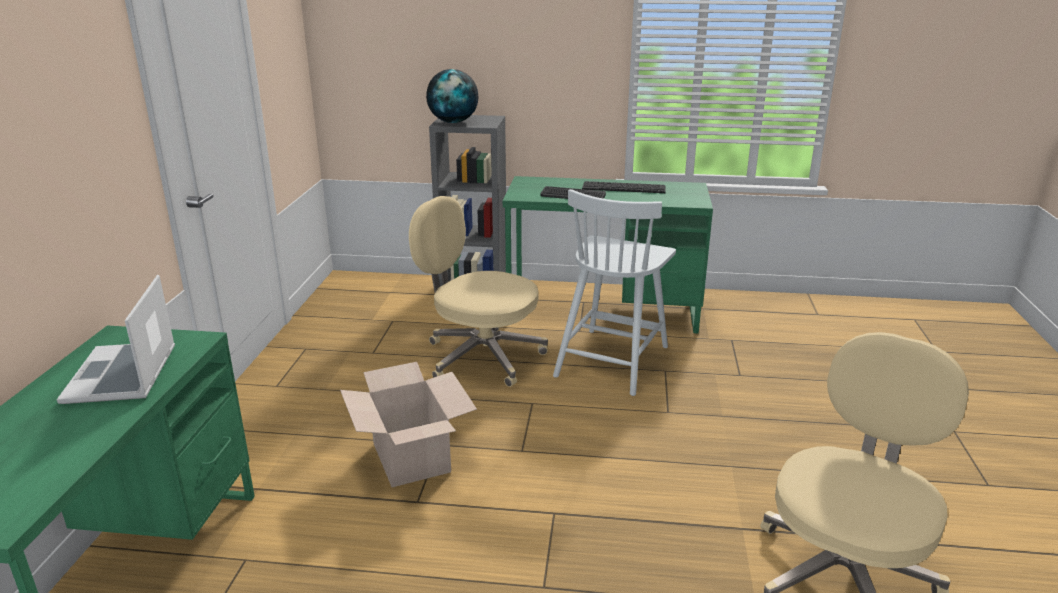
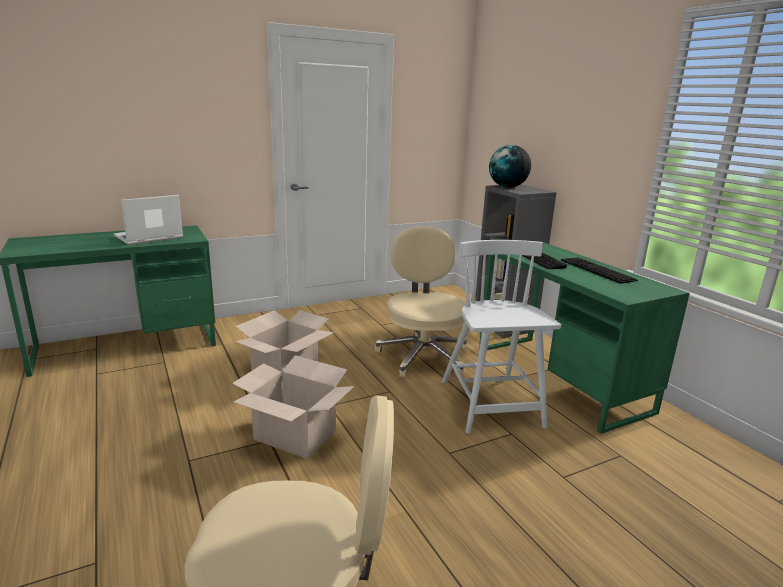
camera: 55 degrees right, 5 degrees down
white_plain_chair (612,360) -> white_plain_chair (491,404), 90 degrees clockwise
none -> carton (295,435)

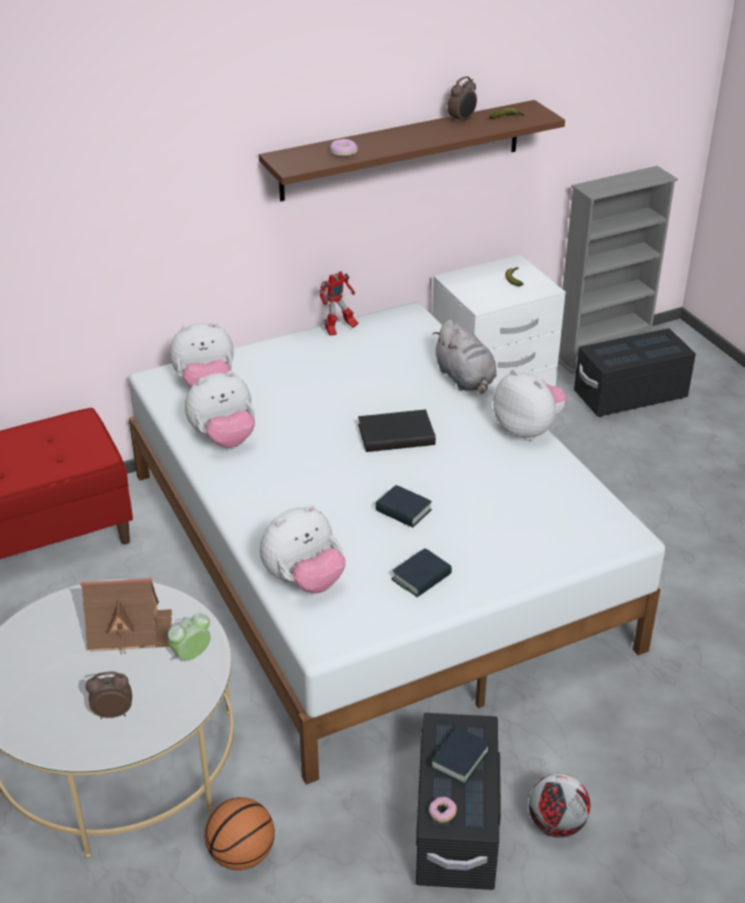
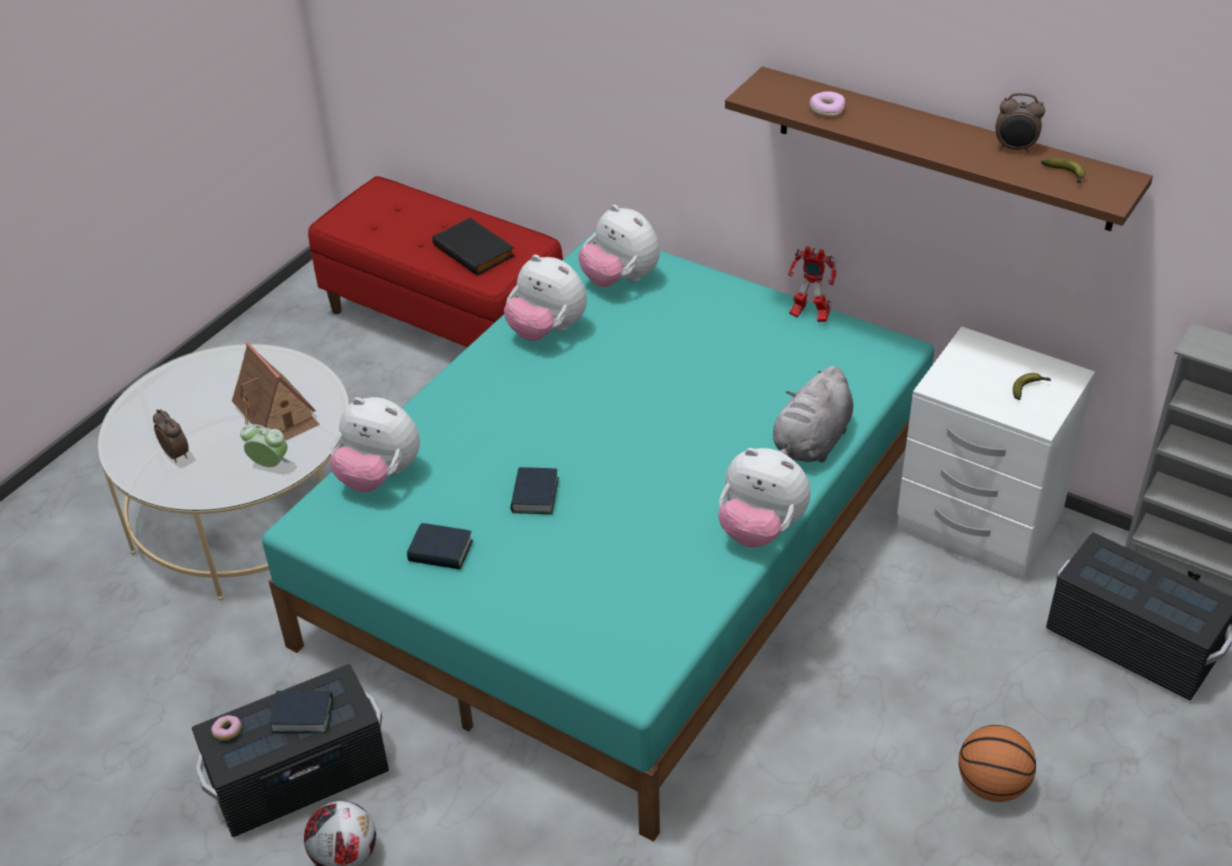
camera: 60 degrees right, 5 degrees up
white_bed (373,556) -> turquoise_bed (622,549)
soft_toy (528,429) -> soft_toy (760,530), 105 degrees clockwise
black-coloured_volume (396,434) -> black-coloured_volume (475,250), moved
basketball_ball (241,854) -> basketball_ball (991,785), moved

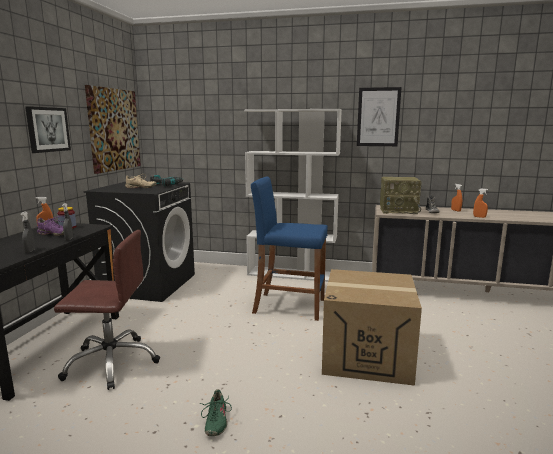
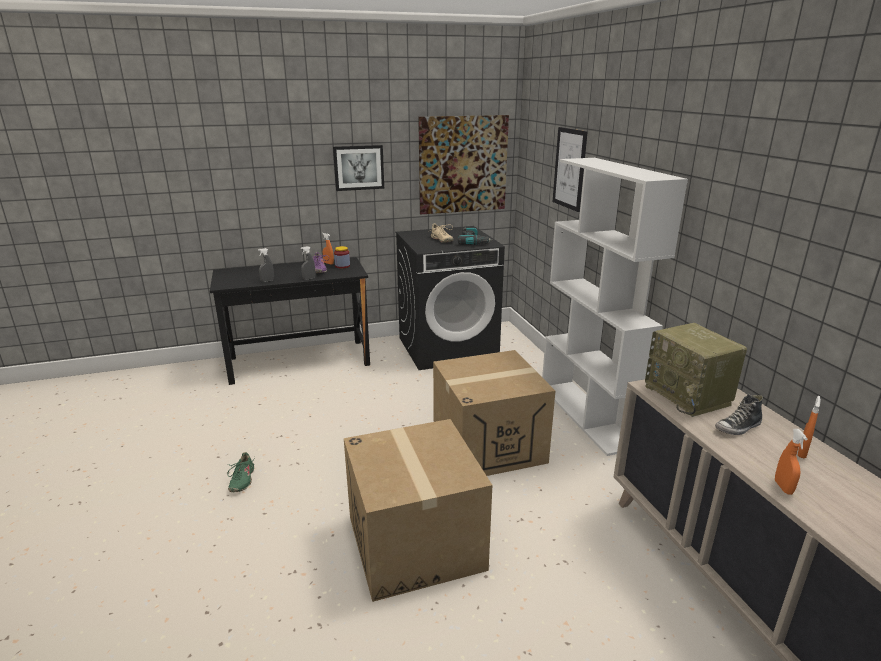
camera: 60 degrees right, 10 degrees up
wall_picture (378,117) -> wall_picture (569,168), moved
blue_stool (289,306) -> carton (488,445)
brown-coloured_office_chair (112,362) -> none
greenish_low_shoe (215,421) -> greenish_low_shoe (242,480), 60 degrees counterclockwise

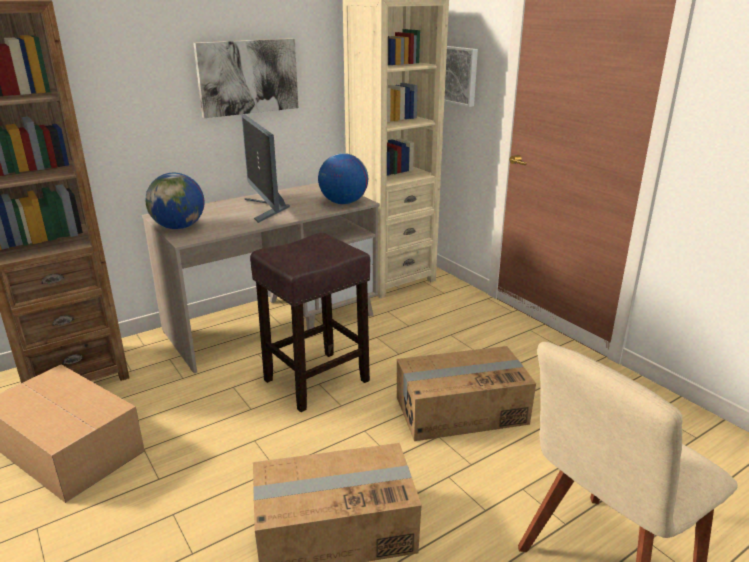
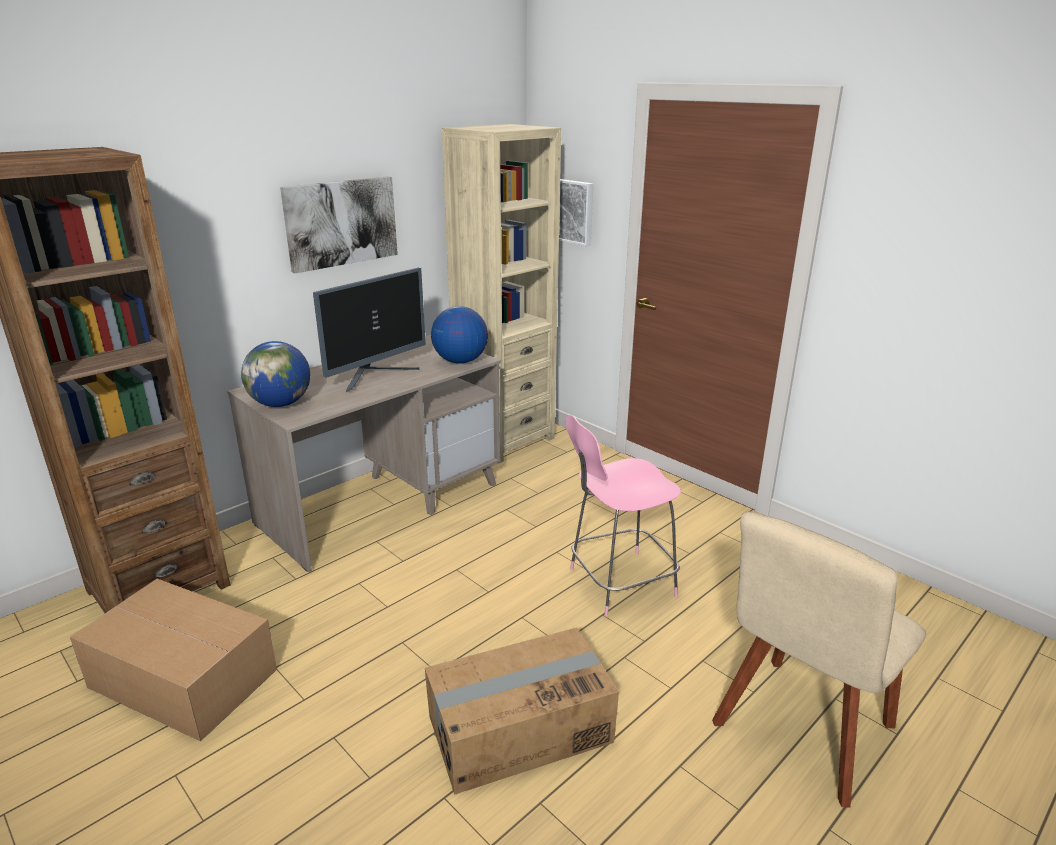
camera: 10 degrees left, 0 degrees up
computer_display (267,209) -> computer_display (375,375), 105 degrees counterclockwise
brown-coloured_stool (315,381) -> none
carton (460,410) -> pinkish_plain_chair (618,583)

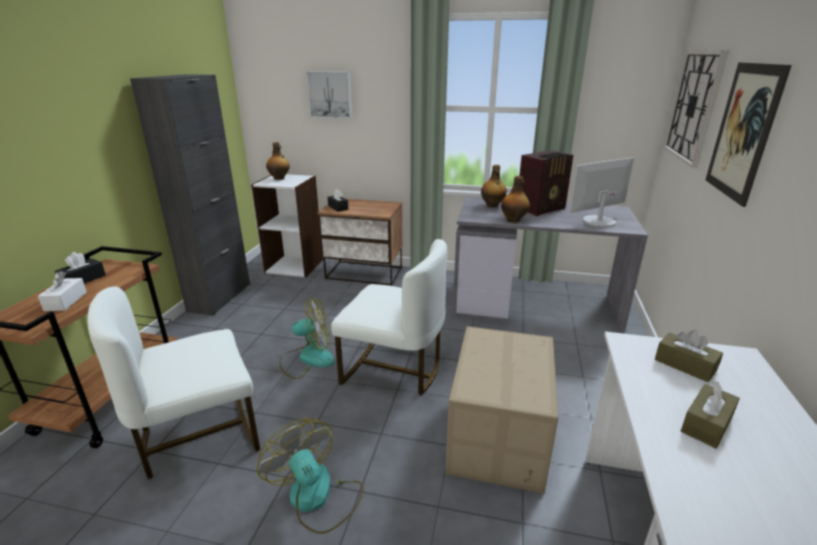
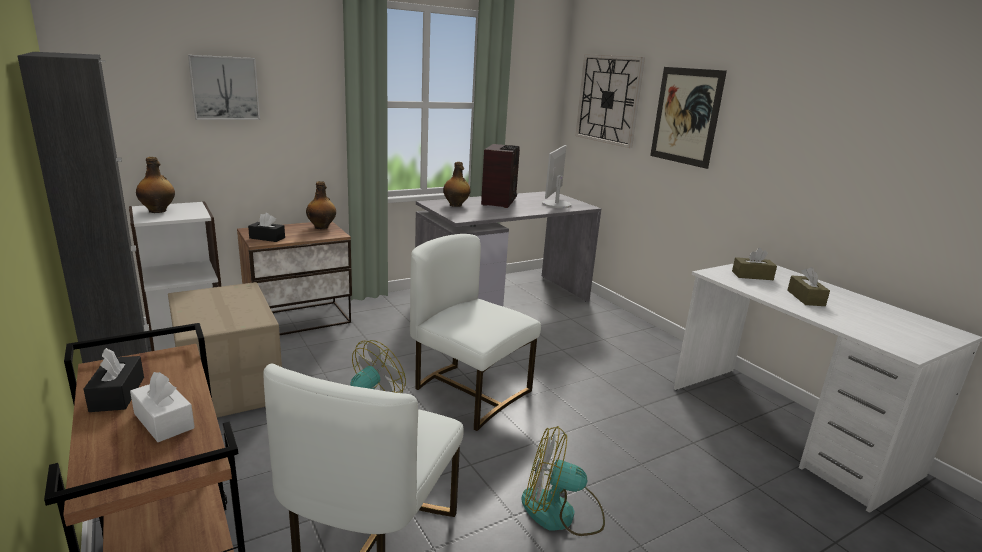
camera: 45 degrees left, 5 degrees down
beverage_bottle (514,220) -> beverage_bottle (322,227), moved
white_plain_chair (393,369) -> white_plain_chair (469,392), 120 degrees counterclockwise
carton (499,437) -> carton (230,384), moved

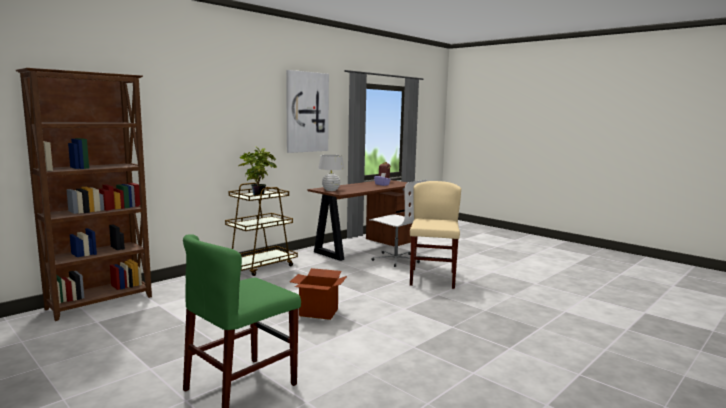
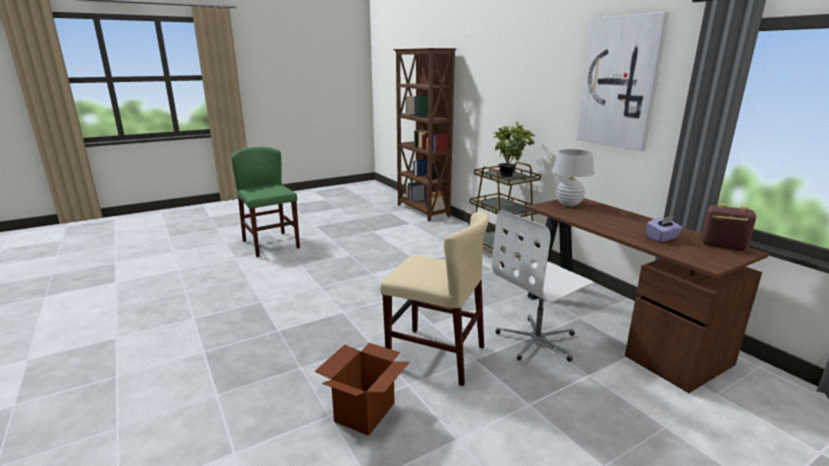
camera: 105 degrees right, 10 degrees up
carton (318,312) -> carton (365,412), moved

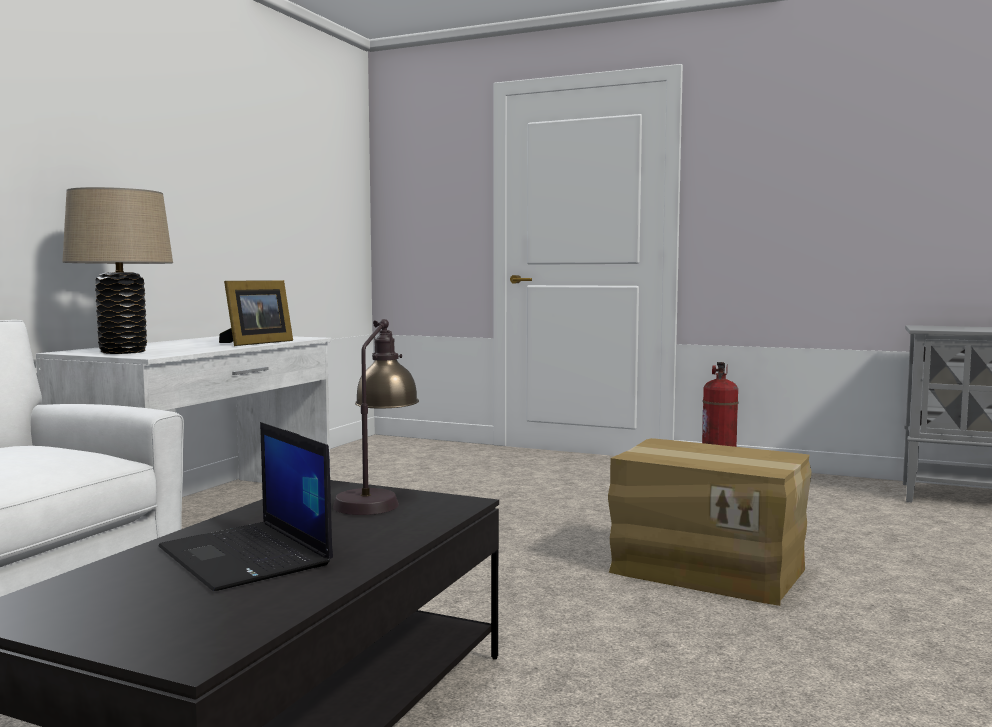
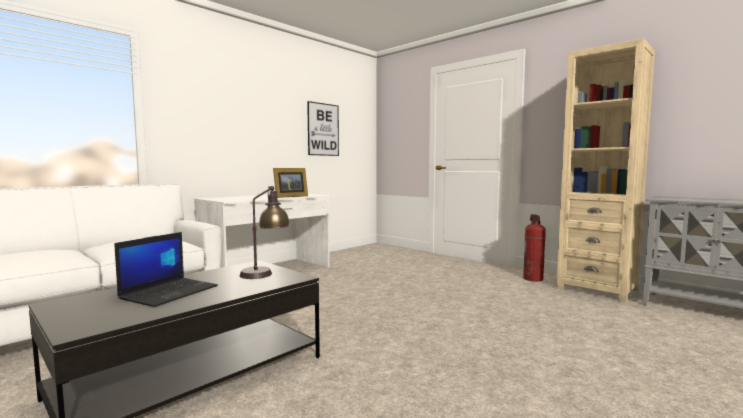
camera: 20 degrees right, 0 degrees up
beige-coloured_tabletop_lamp (123,352) -> none
notebook_computer (247,556) -> notebook_computer (170,292), 135 degrees counterclockwise
carton (708,569) -> none
none -> beige-coloured_shelving_unit (596,289)
none -> wall_picture (323,129)

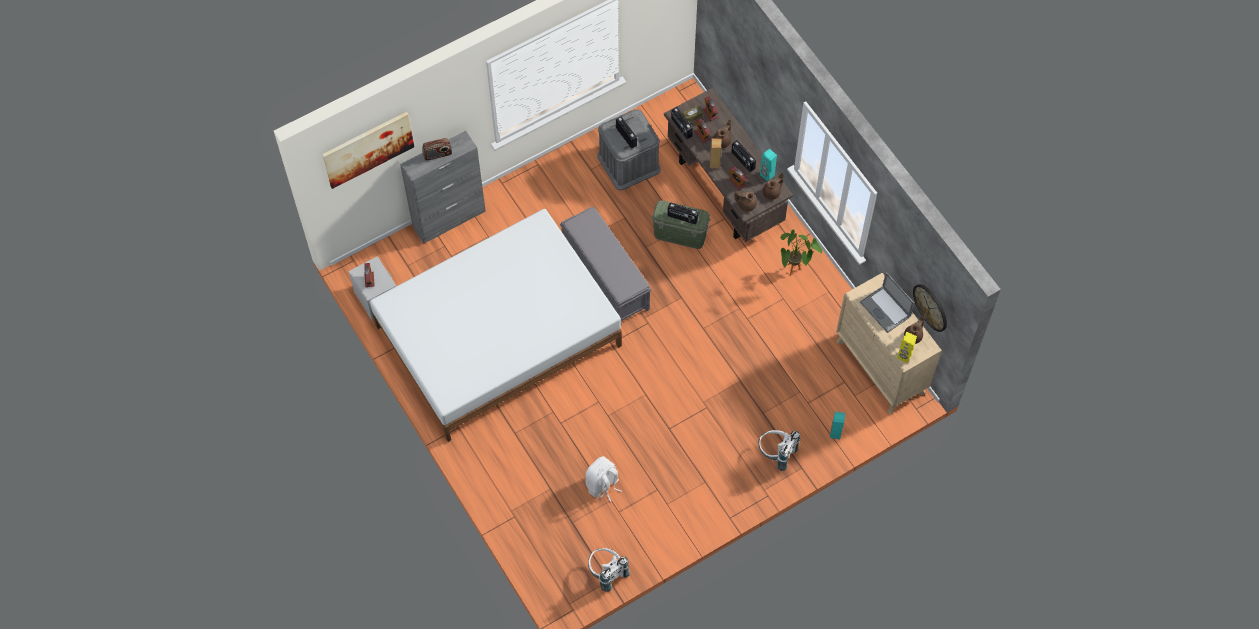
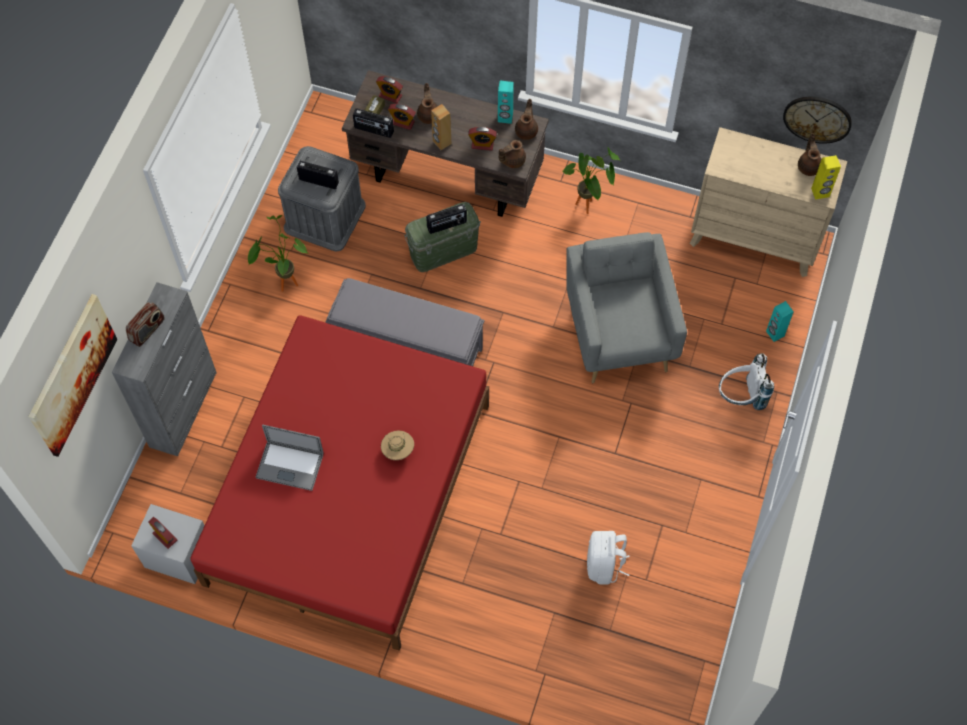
camera: 40 degrees left, 0 degrees up
radio (742,161) -> none
white_bed (497,335) -> reddish_bed (348,493)
notebook_computer (885,309) -> notebook_computer (290,465), moved
white_rucksack (606,573) -> none
none -> plant_in_a_pot (284,283)
none -> gray_easy_chair (619,330)
none -> beige-coloured_hat (398,450)

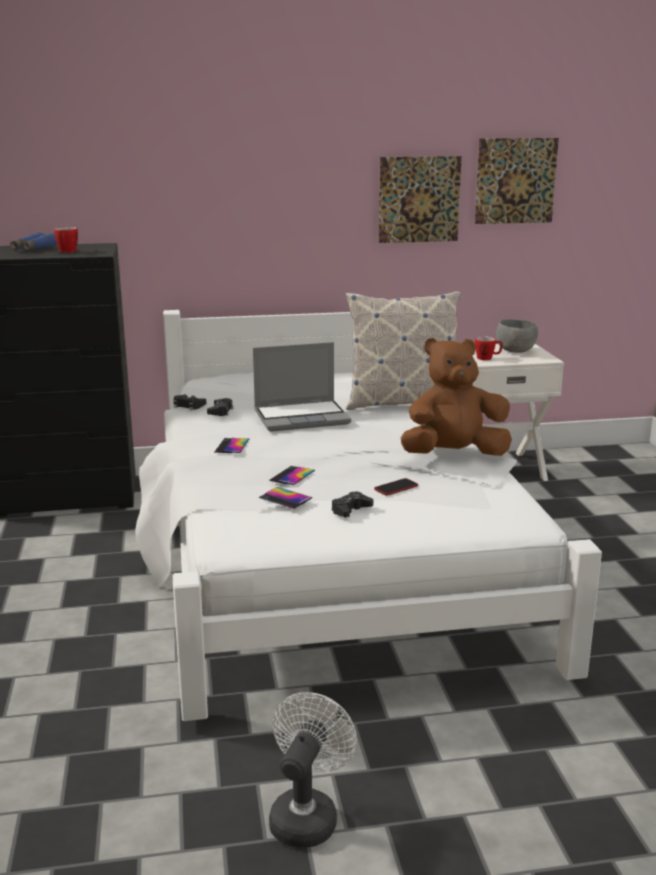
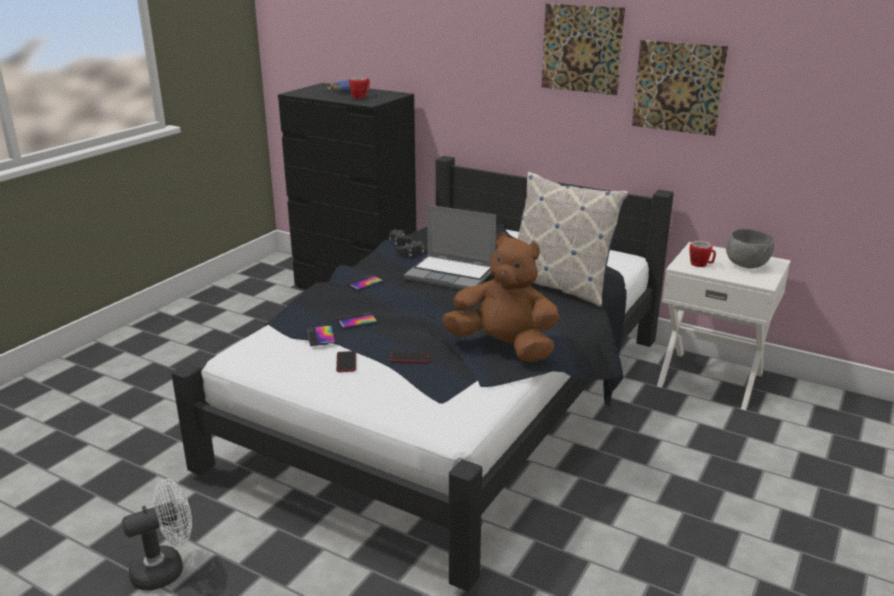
camera: 40 degrees right, 5 degrees up
wall_picture (515,181) -> wall_picture (581,49), moved
white_bed (332,558) -> black-coloured_bed (449,403)
black-coloured_game_controller (350,510) -> phone (346,362)

